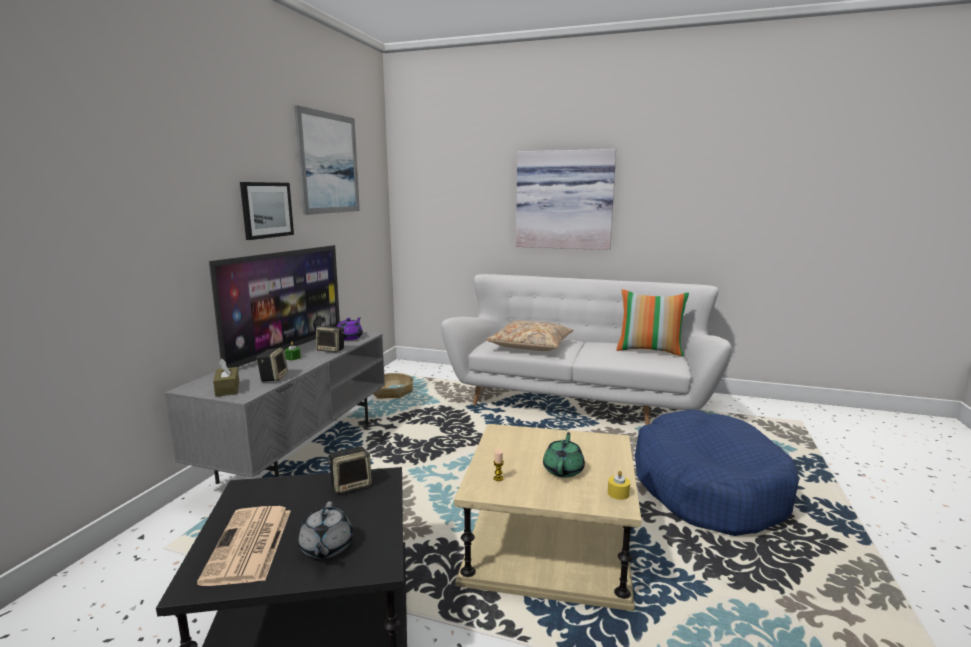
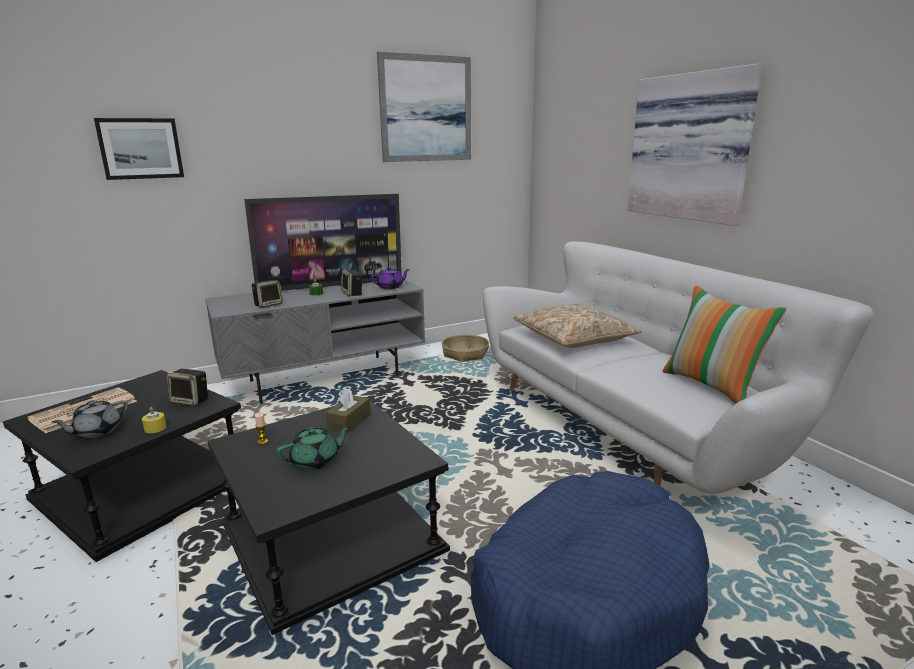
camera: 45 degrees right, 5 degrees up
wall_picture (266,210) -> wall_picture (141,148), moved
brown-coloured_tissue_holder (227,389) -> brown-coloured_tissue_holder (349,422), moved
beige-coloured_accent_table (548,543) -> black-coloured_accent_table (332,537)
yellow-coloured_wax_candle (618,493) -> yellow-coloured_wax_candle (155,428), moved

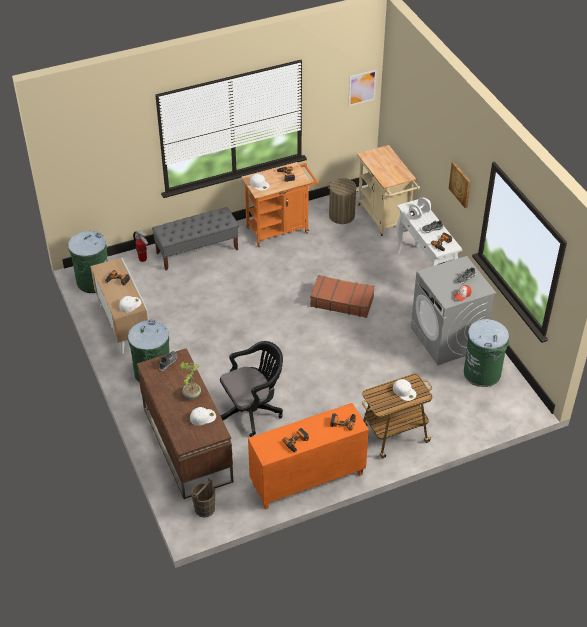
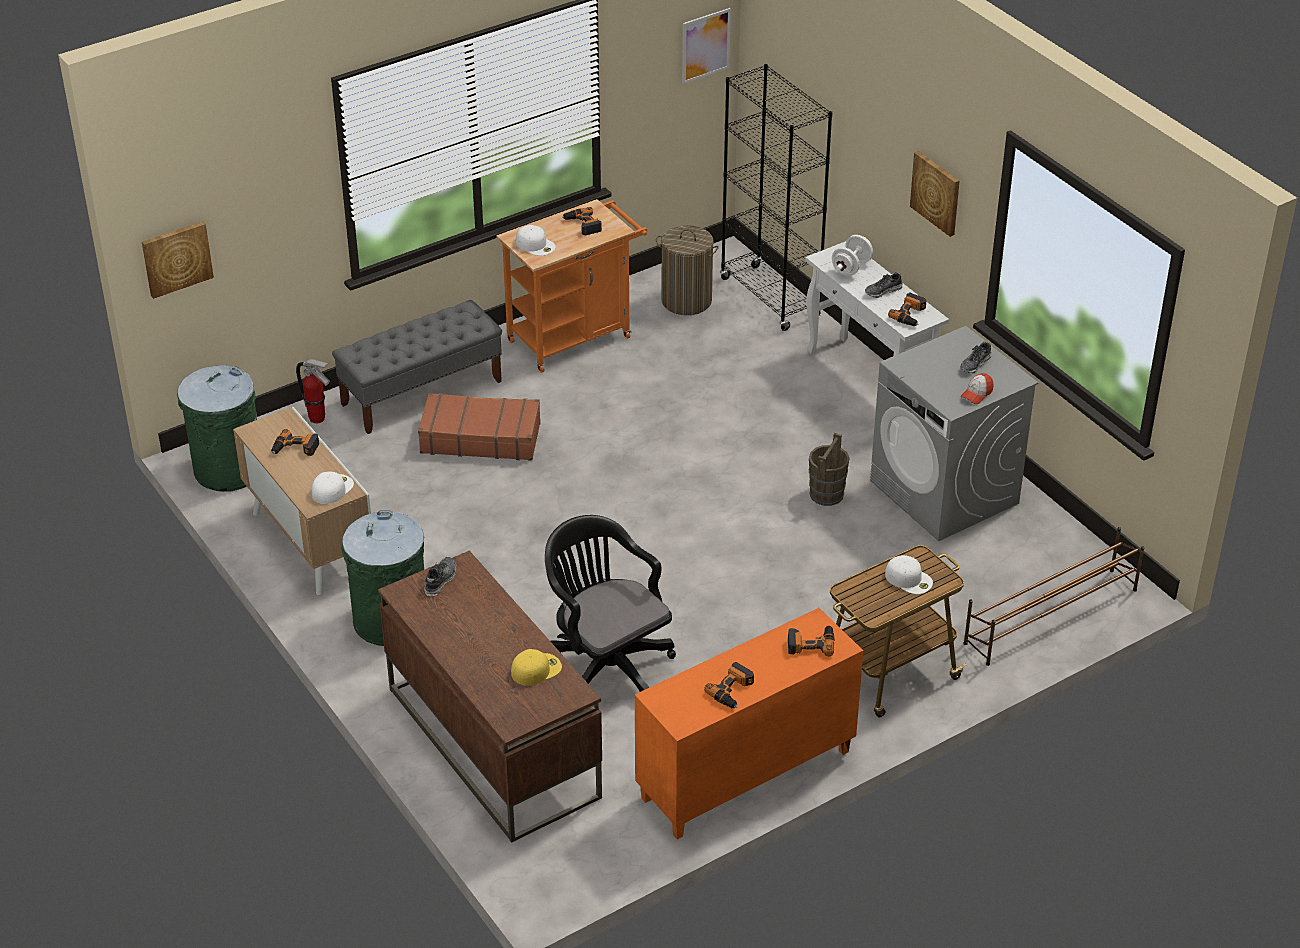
camera: 10 degrees left, 5 degrees down
beige-coloured_cart (385,219) -> black-coloured_shelving_unit (770,298)
brown-coloured_piece_of_luggage (342,301) -> brown-coloured_piece_of_luggage (480,437), moved
greenish_rubbish_bin (482,373) -> none
black-coloured_office_chair (253,410) -> black-coloured_office_chair (606,665), 90 degrees counterclockwise
plant_in_a_pot (191,394) -> none
white_baseball_cap (203,417) -> yellow-coloured_baseball_cap (536,669)
brown-coloured_bucket (204,509) -> brown-coloured_bucket (826,494), moved
none -> wall_picture (176,258)
none -> brown-coloured_shoe_stand (1050,616)

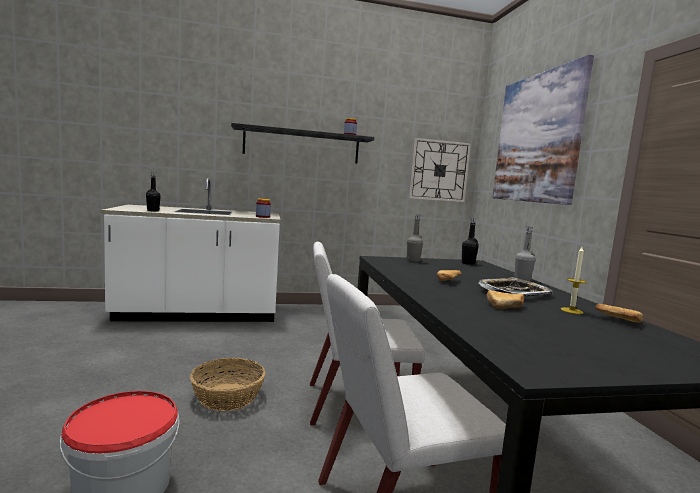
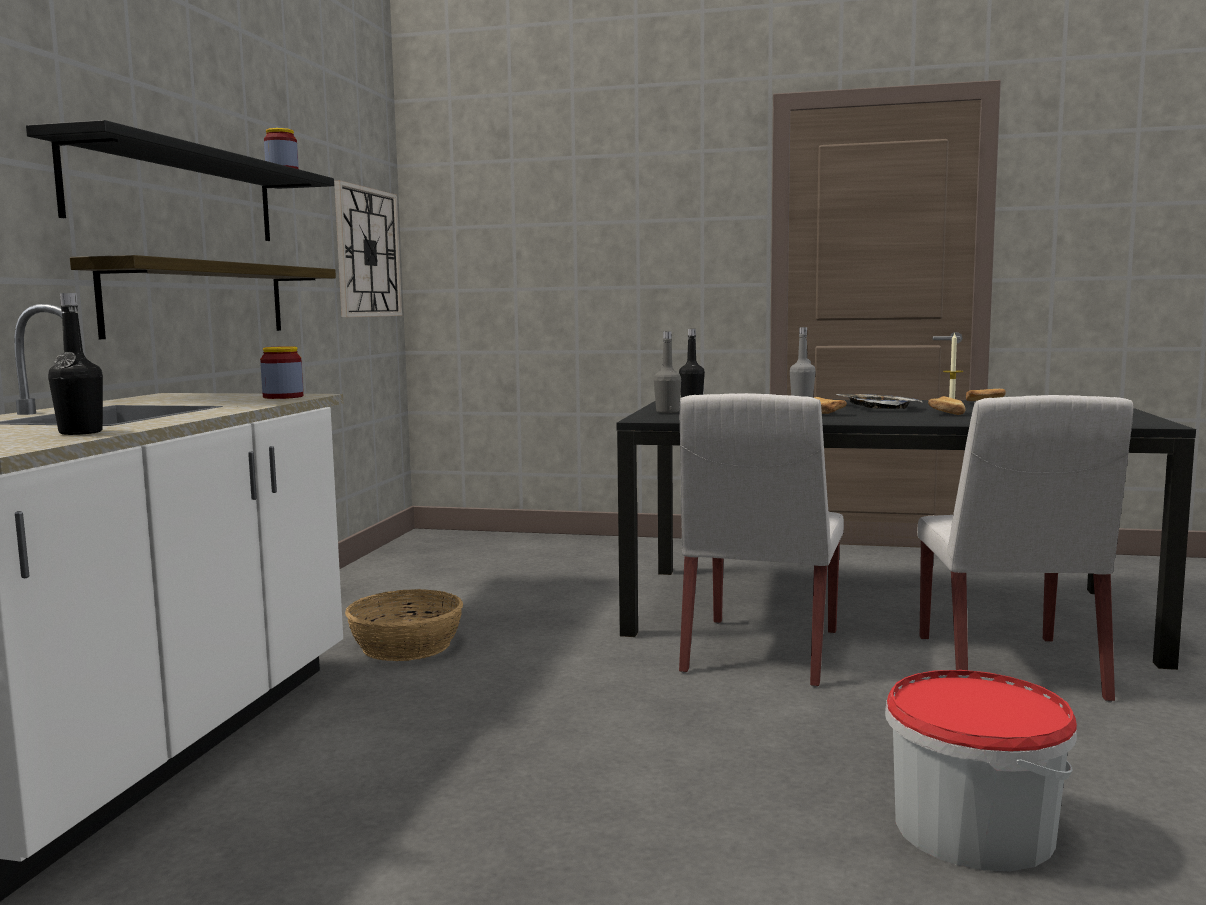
camera: 65 degrees left, 0 degrees up
wall_picture (537,138) -> none
household_basket (228,396) -> household_basket (406,646), moved
none -> shelf (199,299)

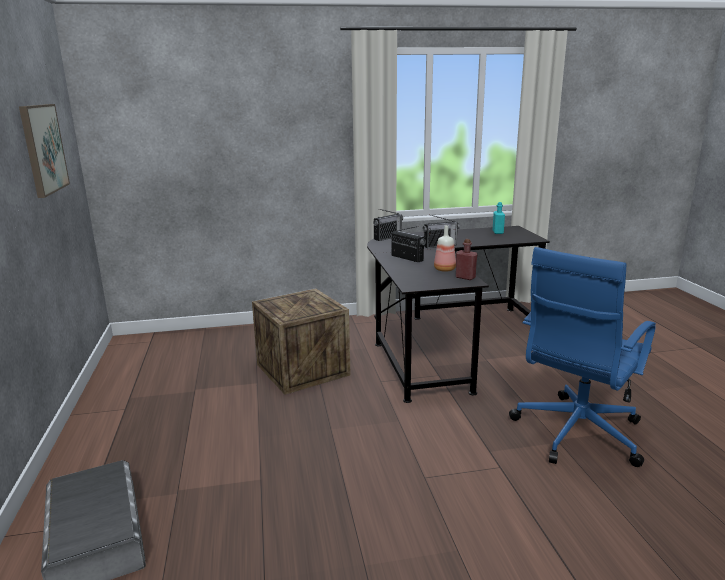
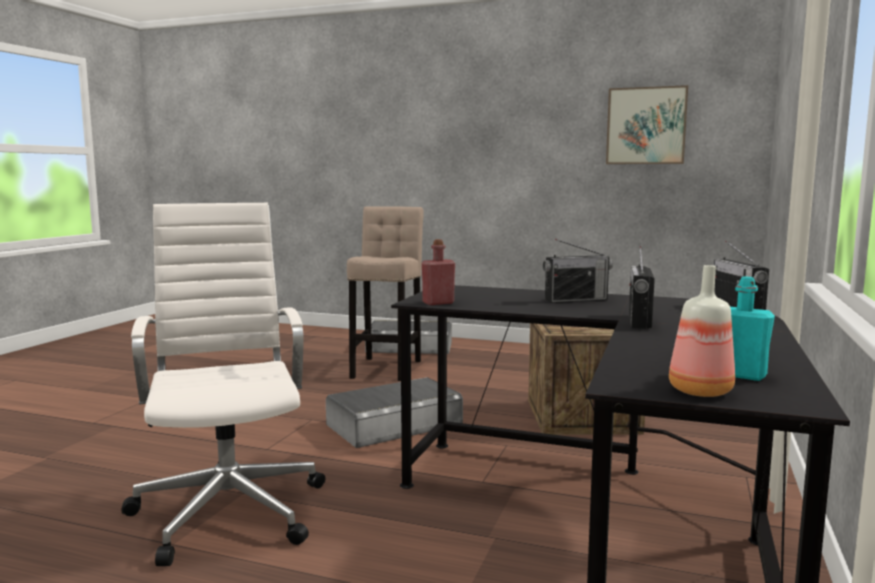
camera: 120 degrees right, 10 degrees down
beverage_bottle (445,269) -> beverage_bottle (698,391), moved
blue_office_chair (575,434) -> white_office_chair (230,508)
none -> beige-coloured_stool (387,368)
none -> gray_storage_bin (394,424)

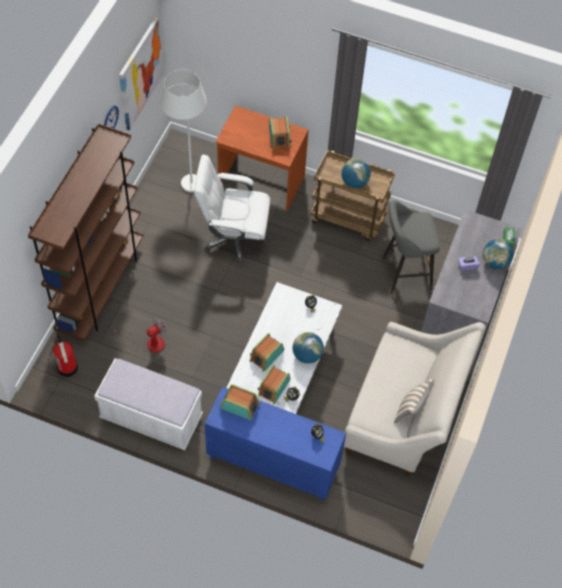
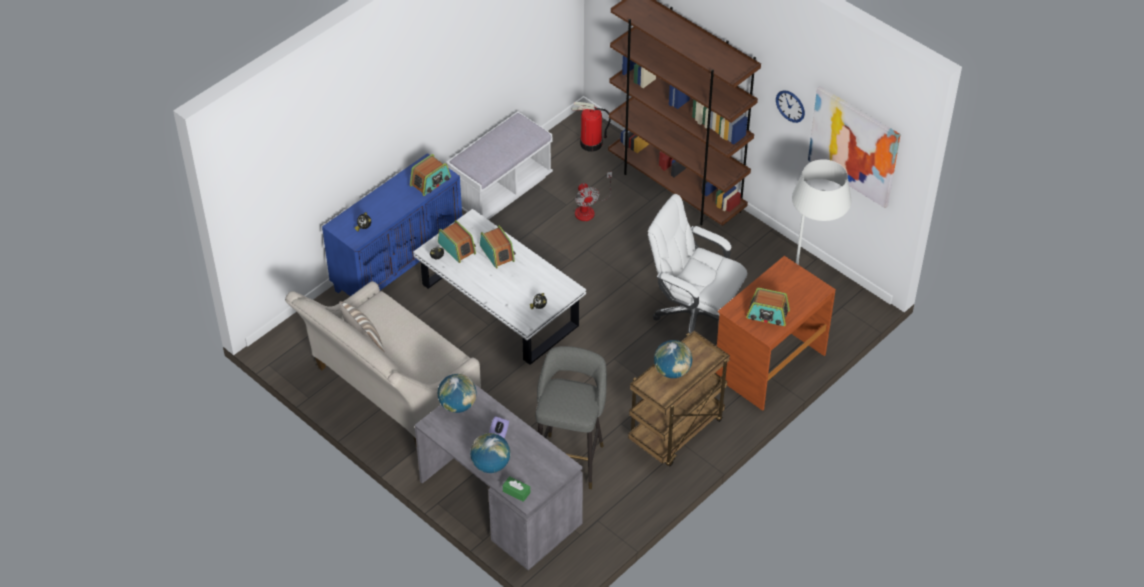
camera: 115 degrees right, 10 degrees down
white_office_chair (234,239) -> white_office_chair (693,314), 90 degrees counterclockwise
globe (307,355) -> globe (457,405), moved

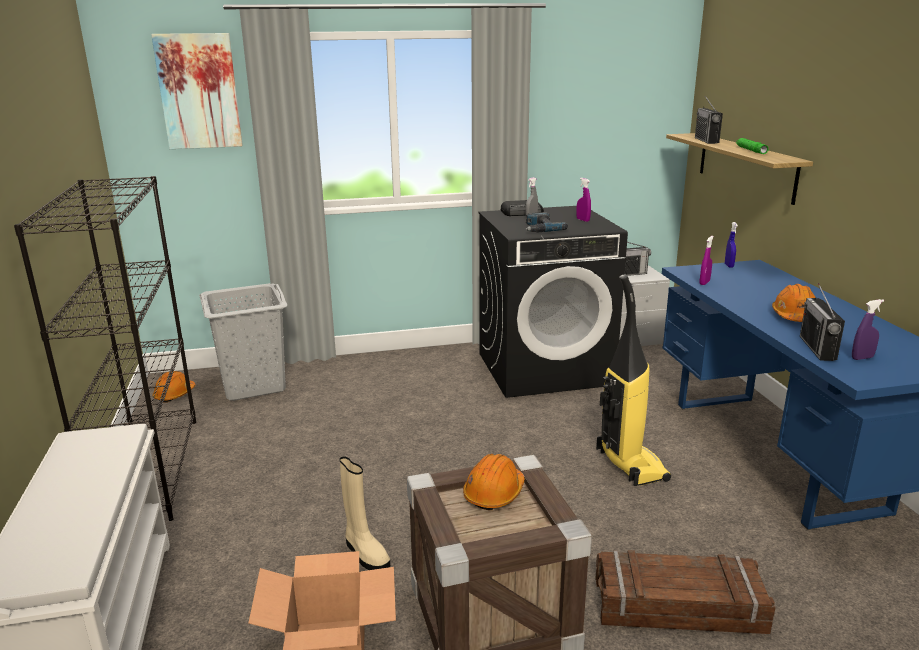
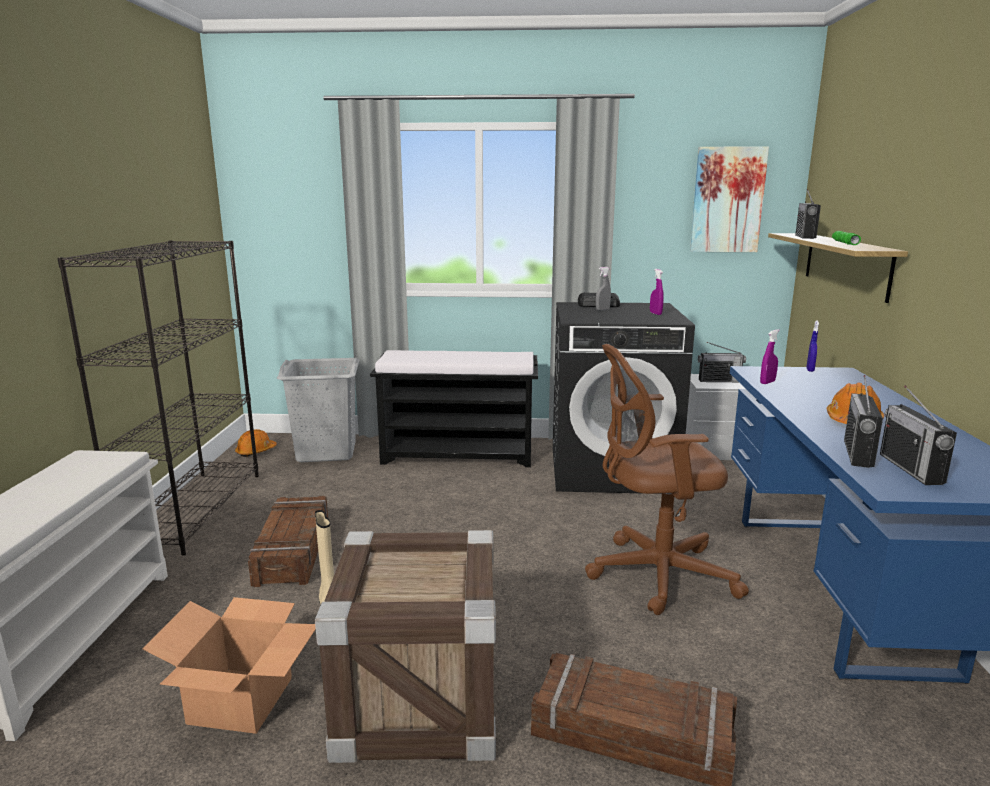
camera: 15 degrees right, 5 degrees down
wall_picture (199,91) -> wall_picture (727,200), moved
power_drill (540,228) -> none
vacuum (629,465) -> brown-coloured_office_chair (654,574)
purple-coloured_sprayer (862,358) -> radio (911,469)
orangey_hard_hat (494,493) -> none
none -> black-coloured_long_seat (459,454)
none -> packing_crate (292,550)

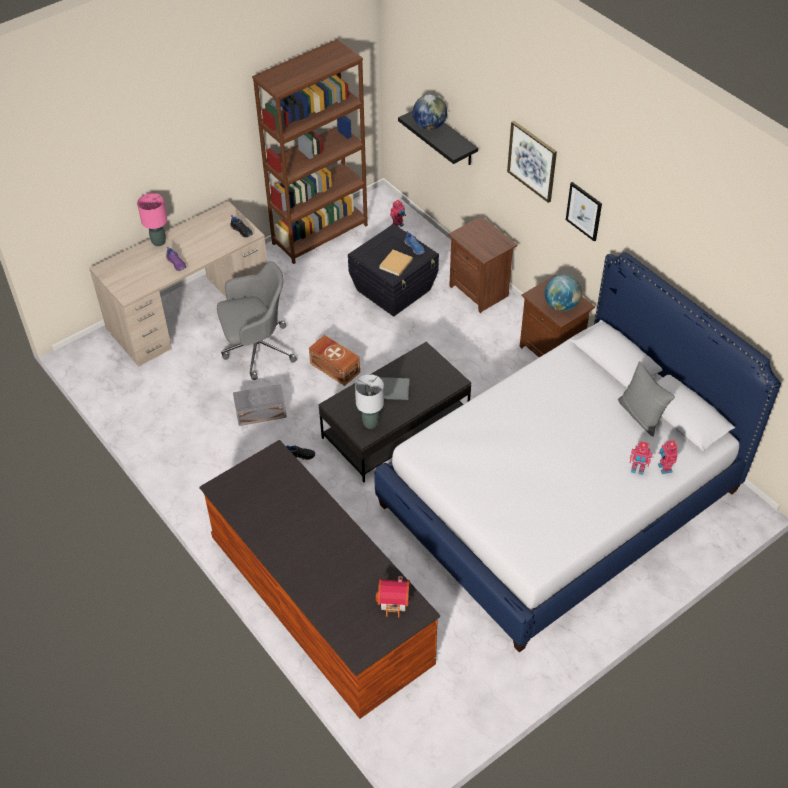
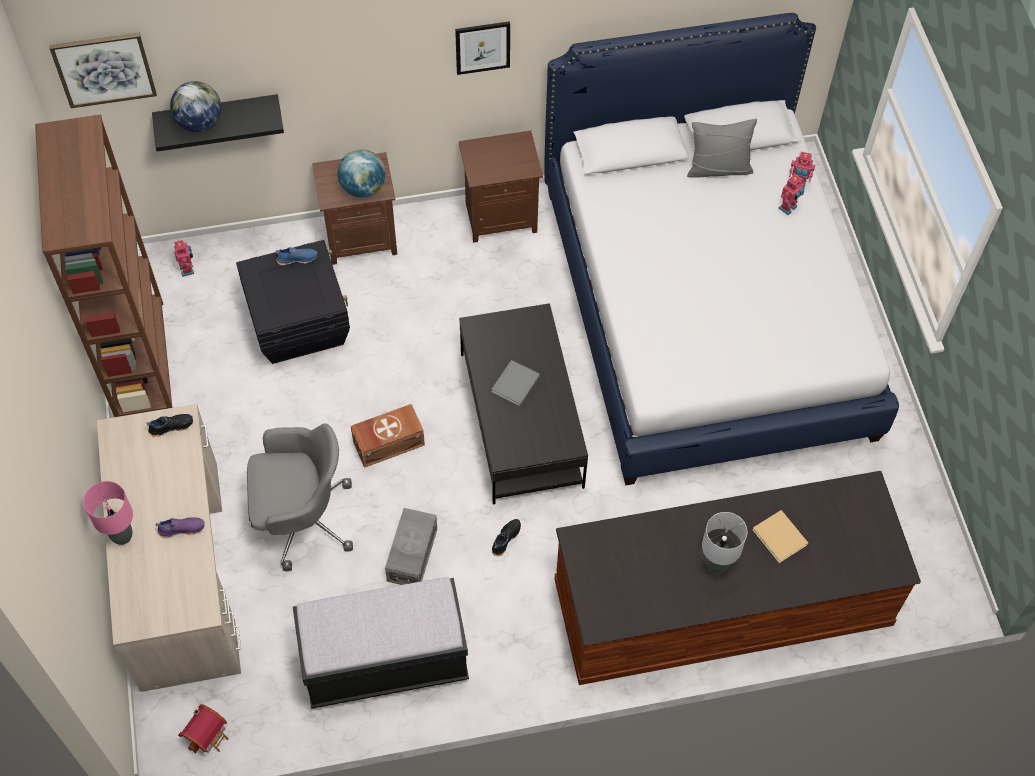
camera: 65 degrees left, 10 degrees up
wall_picture (532,161) -> wall_picture (104,69), moved
beige-coloured_volume (395,264) -> beige-coloured_volume (780,538), moved
gray_office_chair (256,349) -> gray_office_chair (301,518), 75 degrees clockwise
globe (561,305) -> globe (363,188), moved
gray_tabletop_lamp (370,423) -> gray_tabletop_lamp (716,566), moved
toy_house (394,602) -> toy_house (208,734), moved
none -> black-coloured_long_seat (385,662)

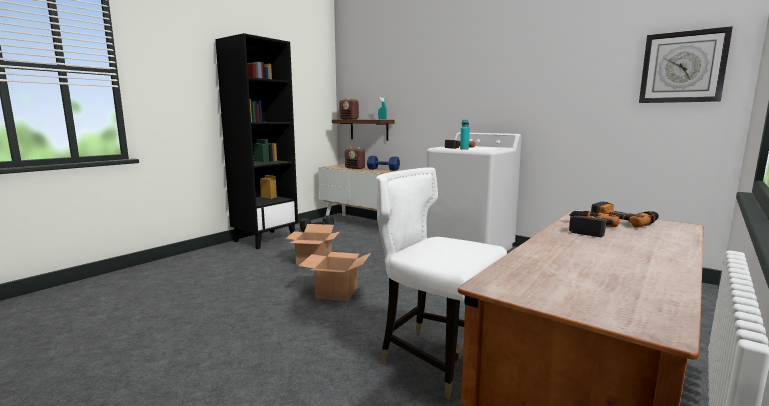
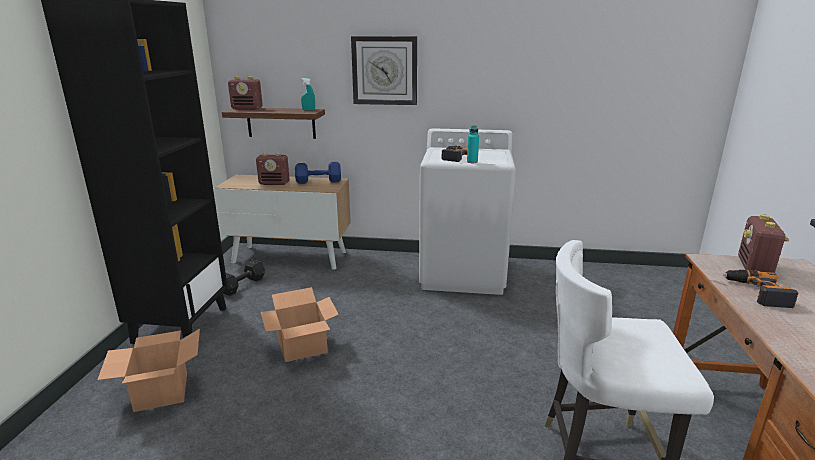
camera: 30 degrees left, 10 degrees up
clock_on_the_wall (682,67) -> clock_on_the_wall (384,71), moved
power_drill (623,221) -> radio (754,268)
carton (337,292) -> carton (162,392), moved

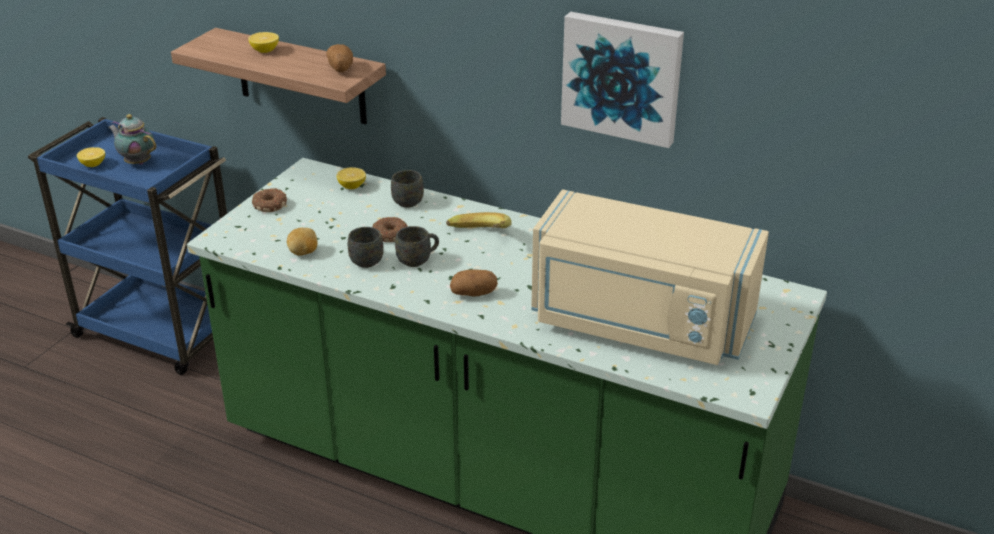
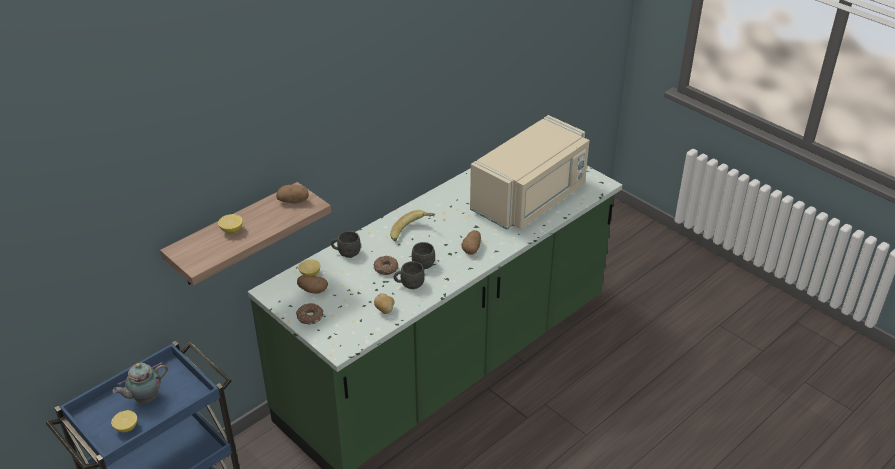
camera: 70 degrees left, 5 degrees up
wall_picture (622,77) -> none
none -> potato (312,290)

